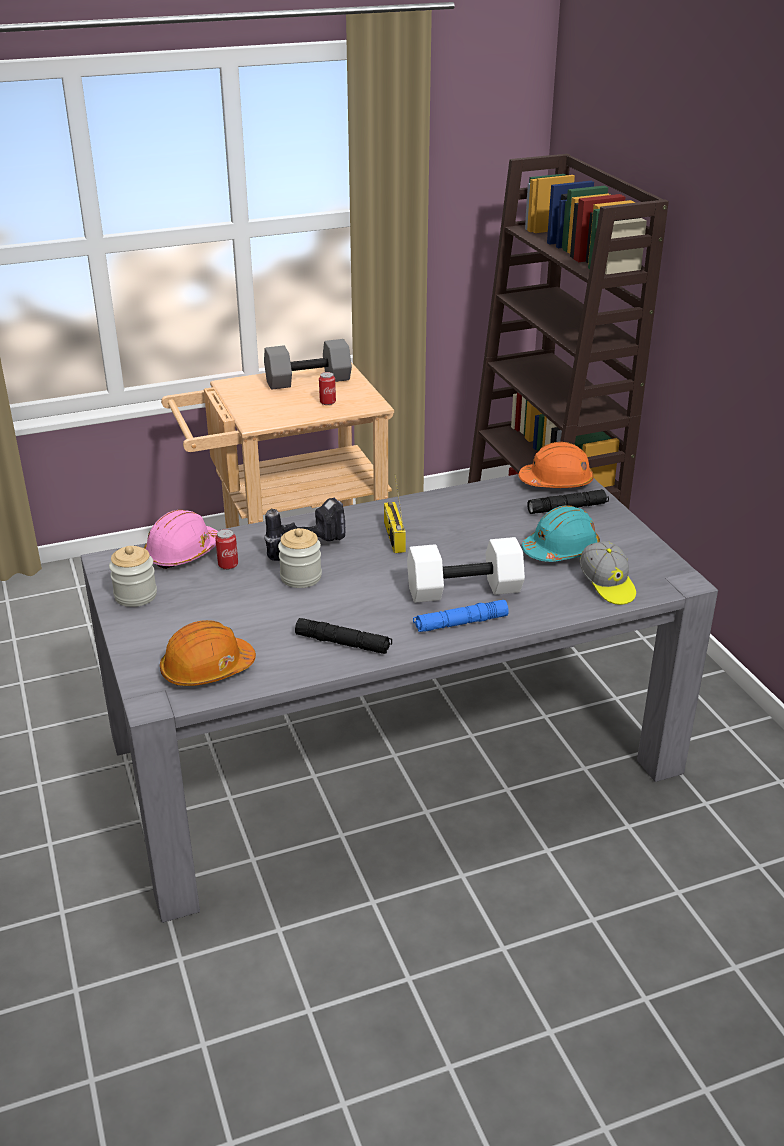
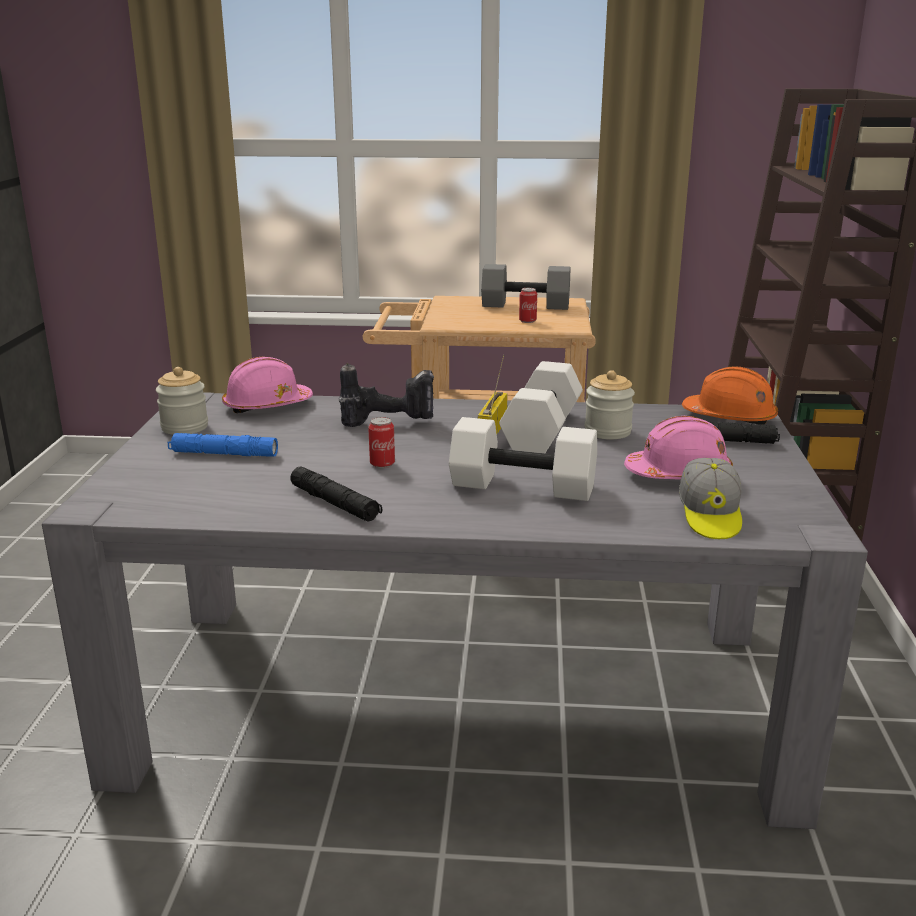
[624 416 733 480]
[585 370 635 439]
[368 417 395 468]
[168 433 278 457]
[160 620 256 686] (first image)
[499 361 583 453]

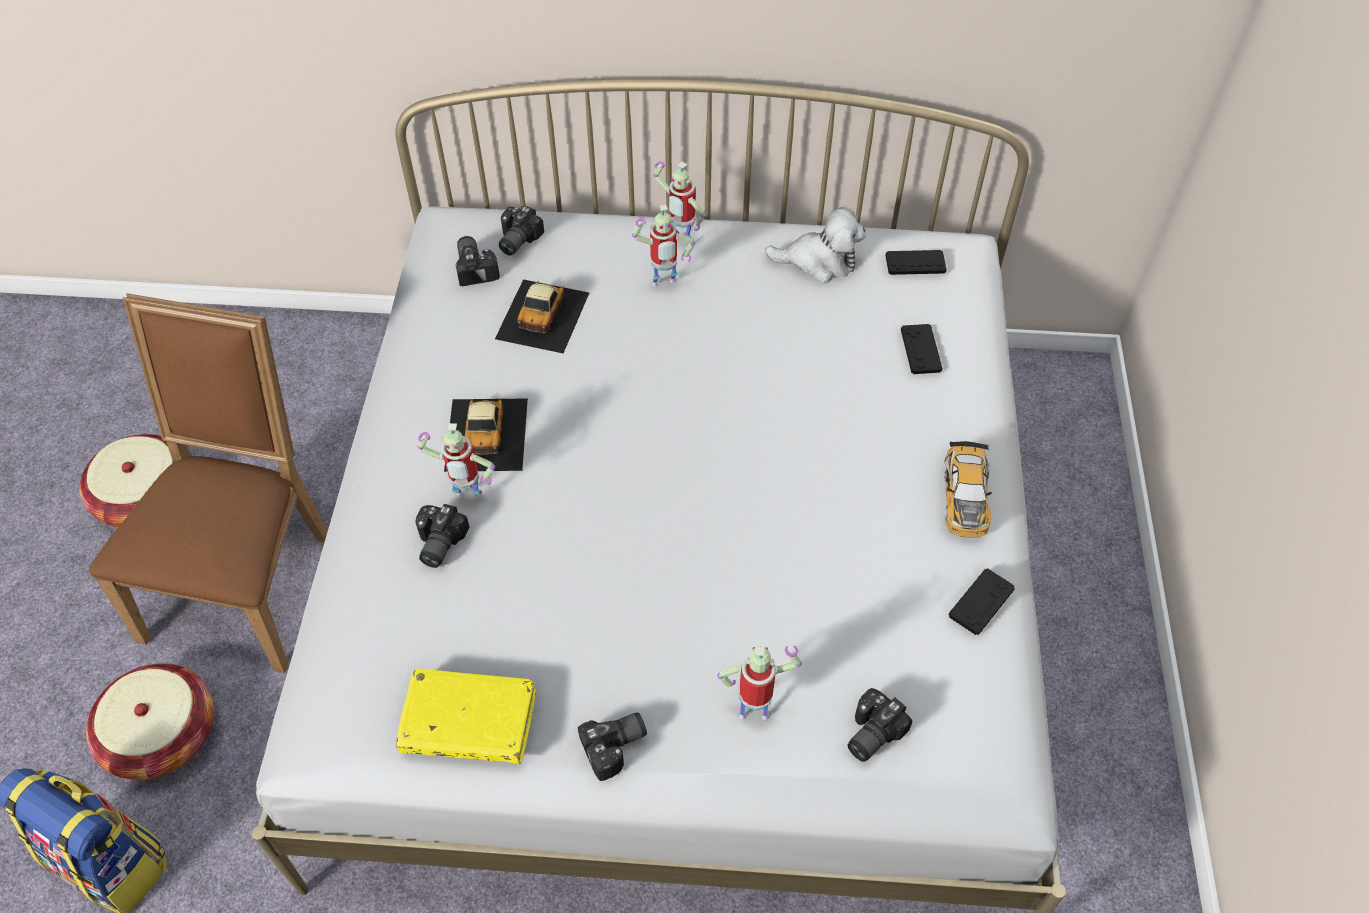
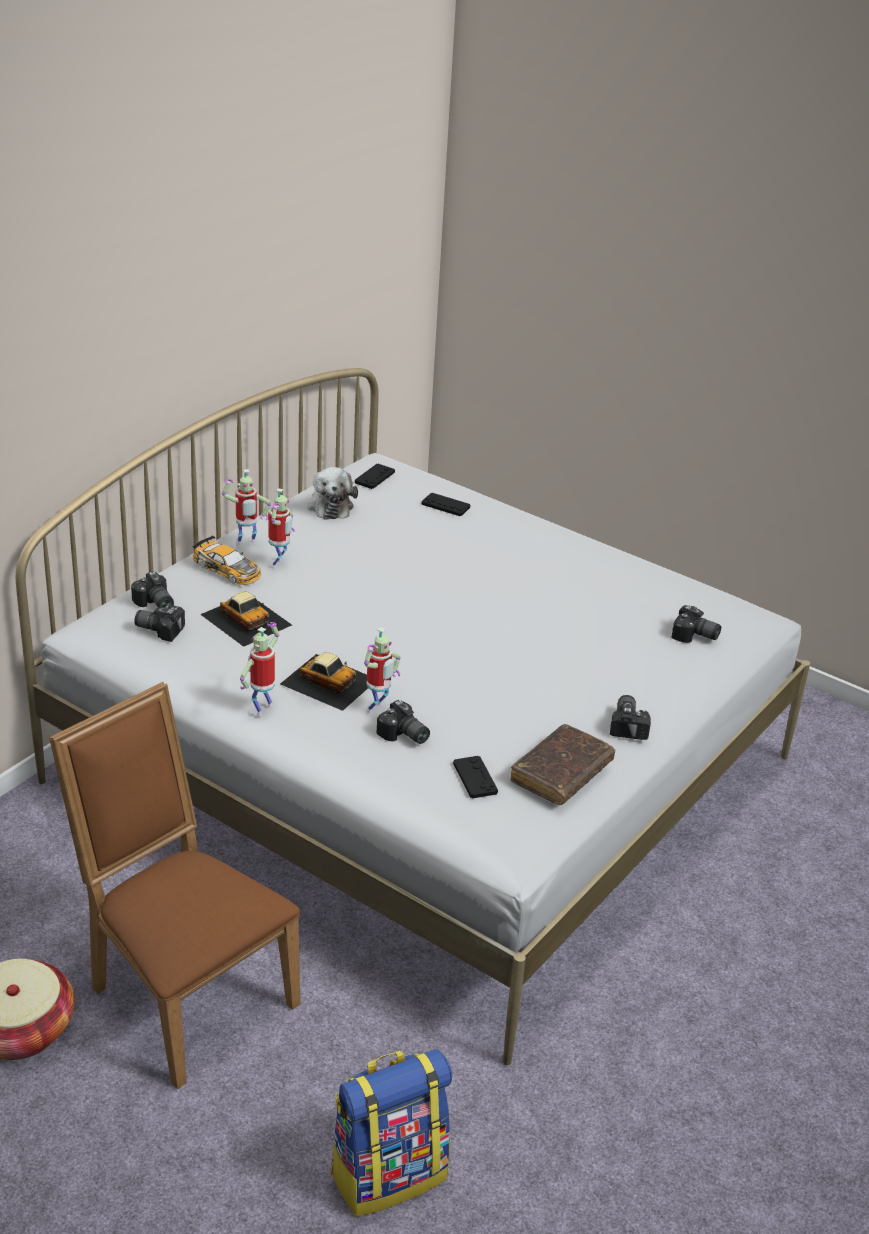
[307 467 358 520]
[193 536 261 585]
[453 756 498 799]
[240 622 279 716]
[86 663 214 780] (first image)
[510 724 615 805]
[671 605 721 643]

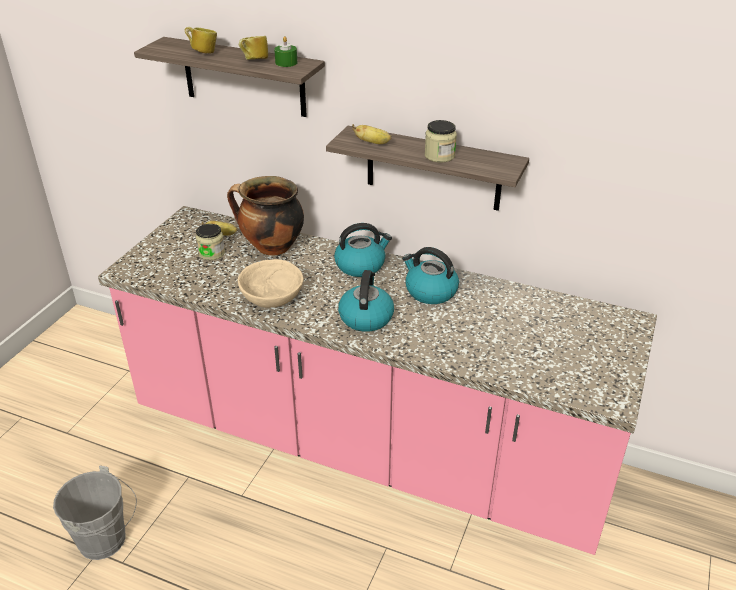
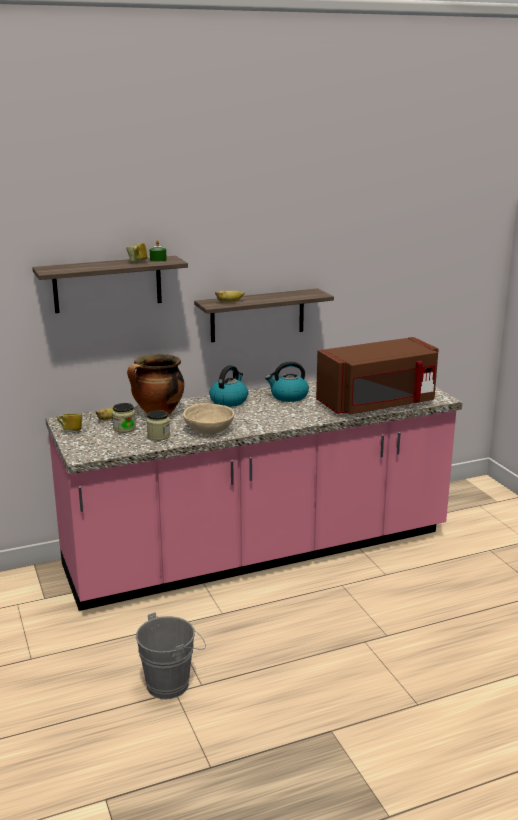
[57 413 82 431]
[146 410 170 441]
[338 270 394 332] (first image)
[316 337 439 415]

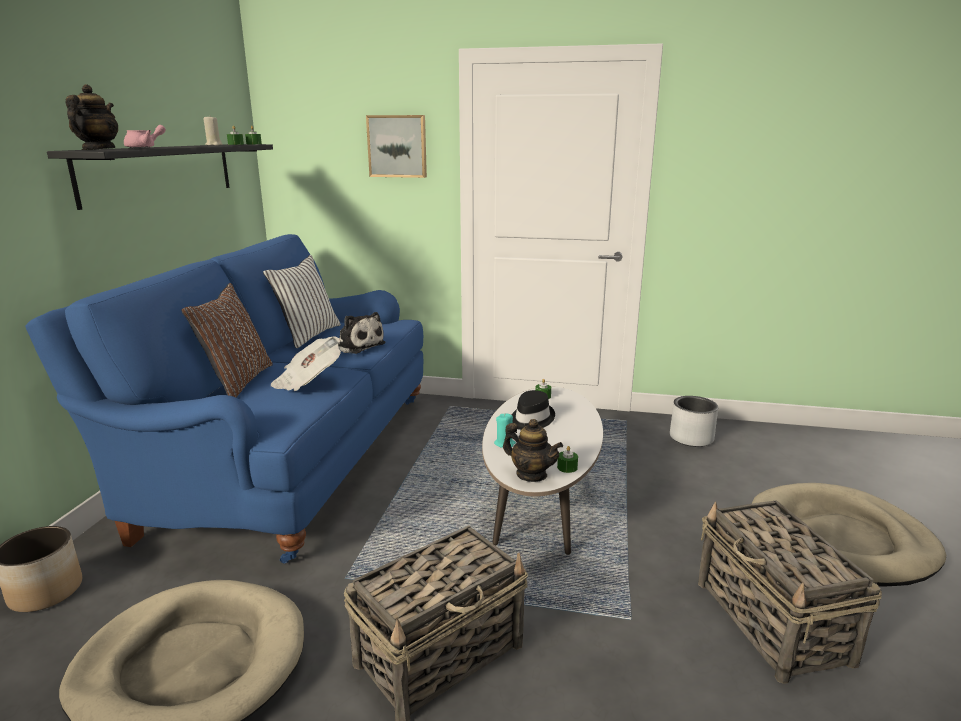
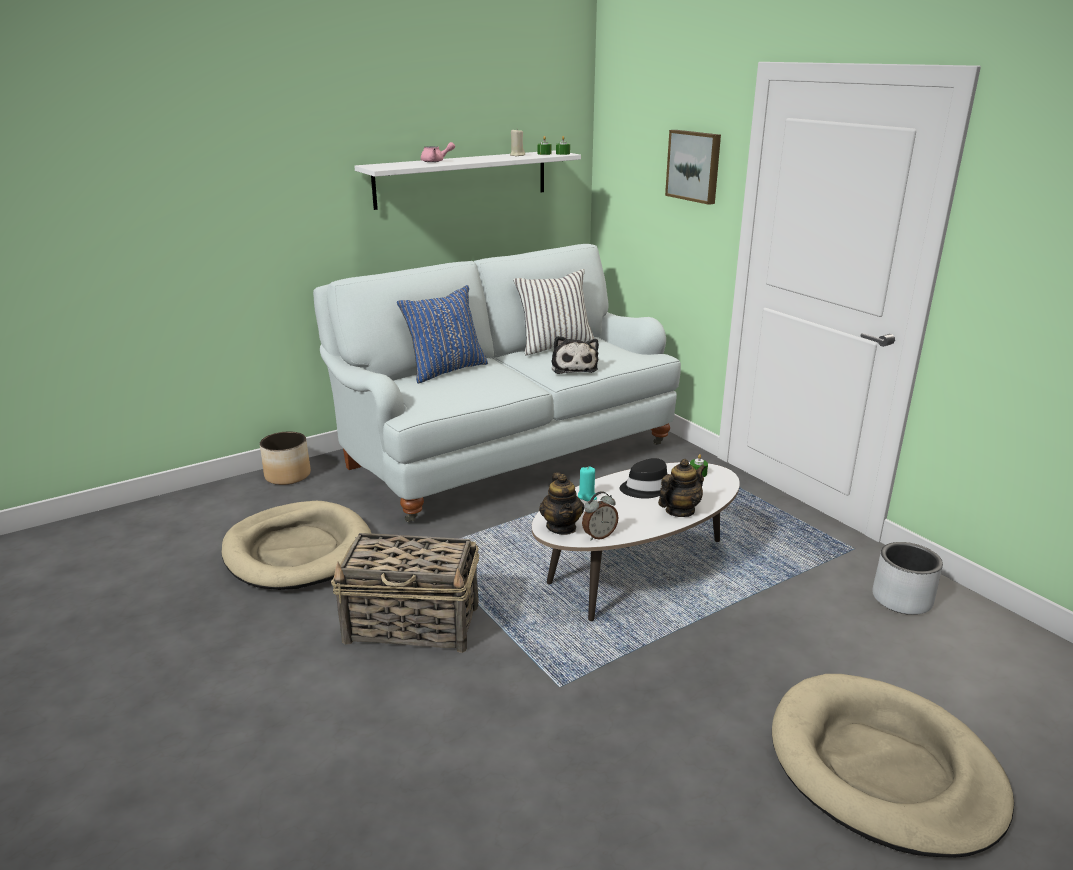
[658 459 706 517]
[354 150 581 210]
[313 244 681 522]
[397 285 488 383]
[271 337 341 391] (first image)
[582 491 619 540]
[698 500 882 684] (first image)

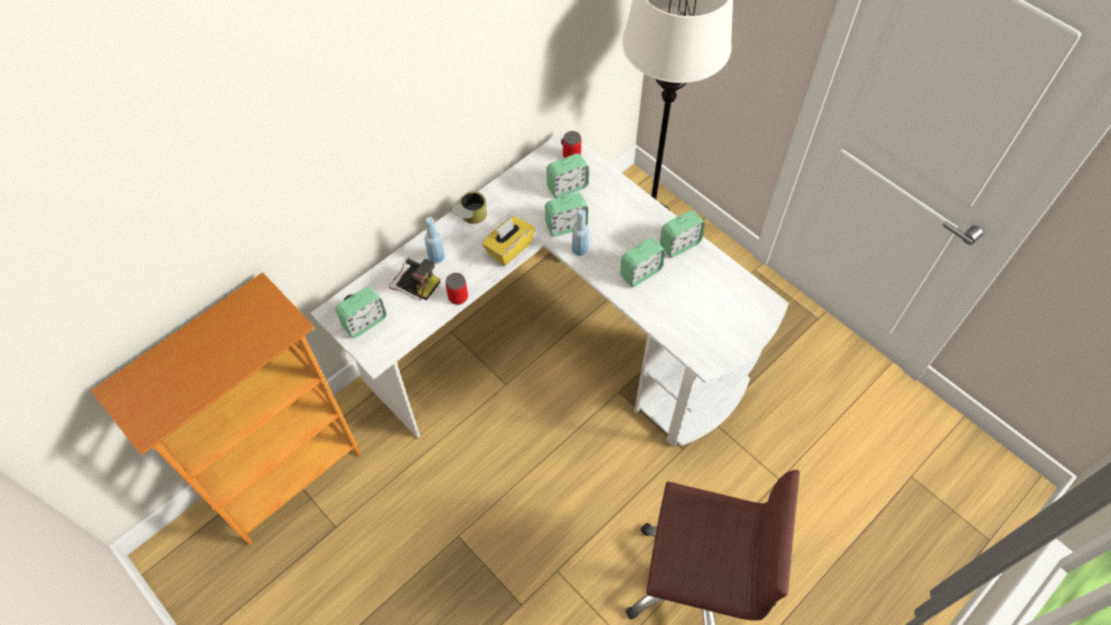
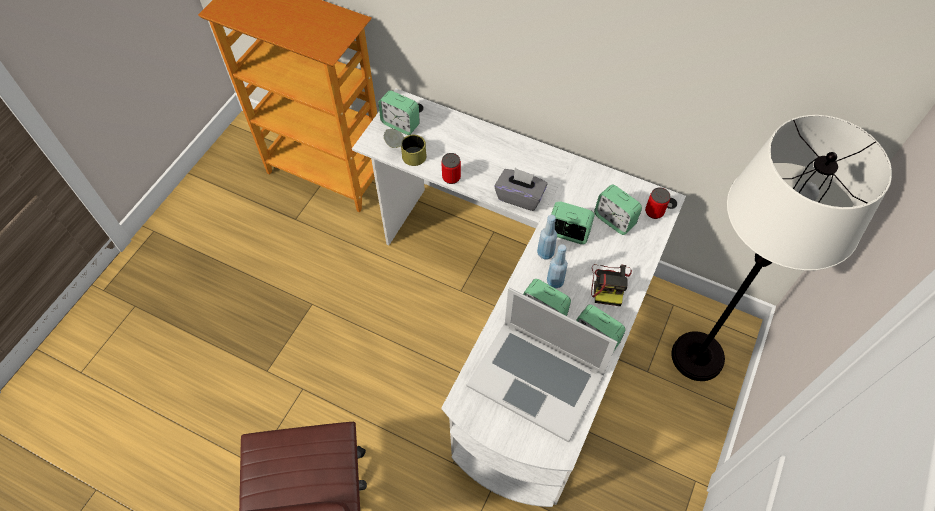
[383 129 427 166]
[551 201 595 244]
[494 168 548 211]
[547 244 568 288]
[591 264 632 306]
[467 287 617 443]

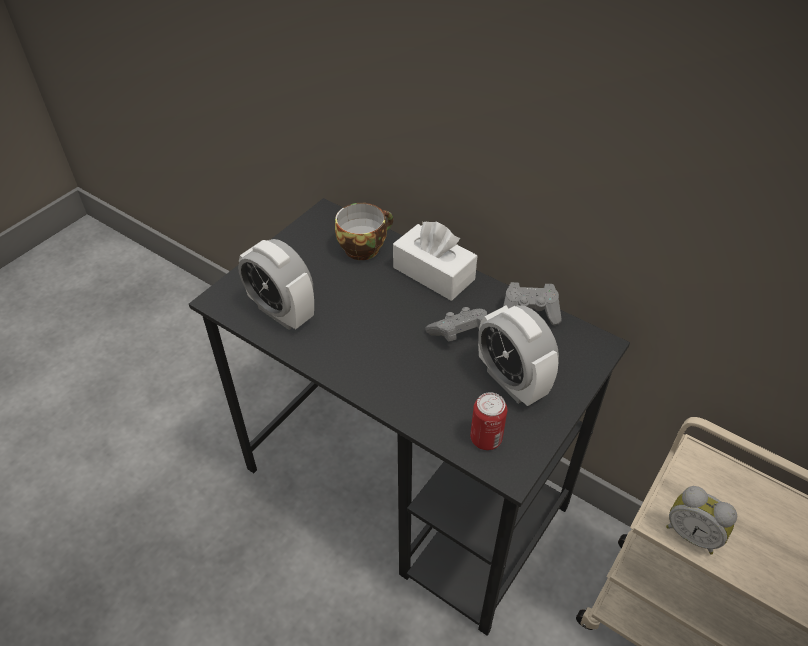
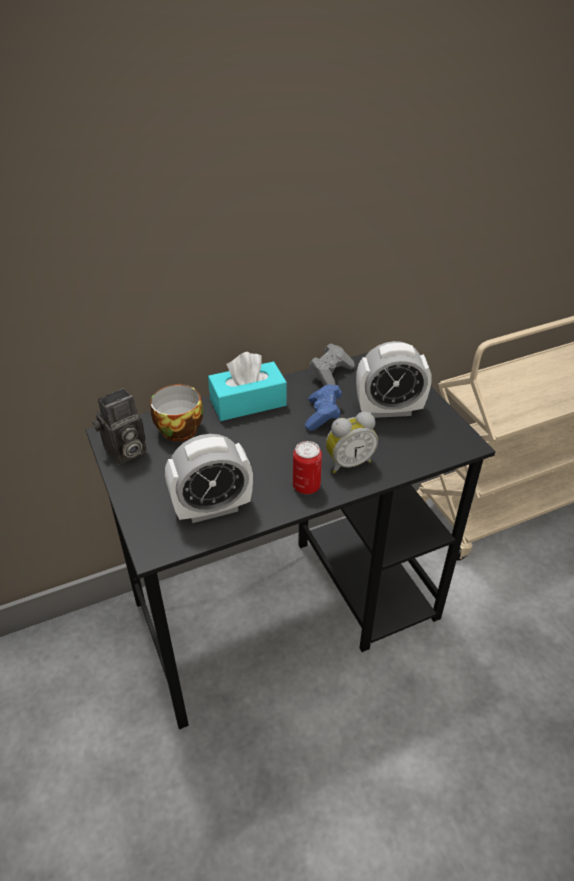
[208 352 287 421]
[305 385 342 431]
[293 441 322 494]
[326 412 378 473]
[93 388 147 465]

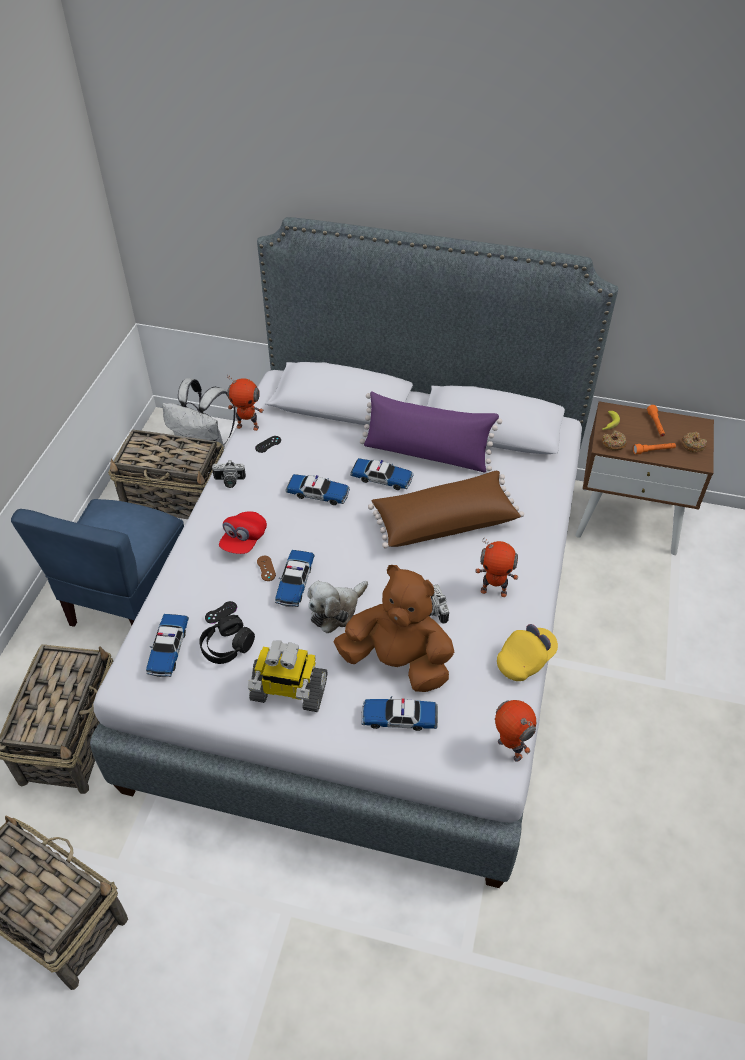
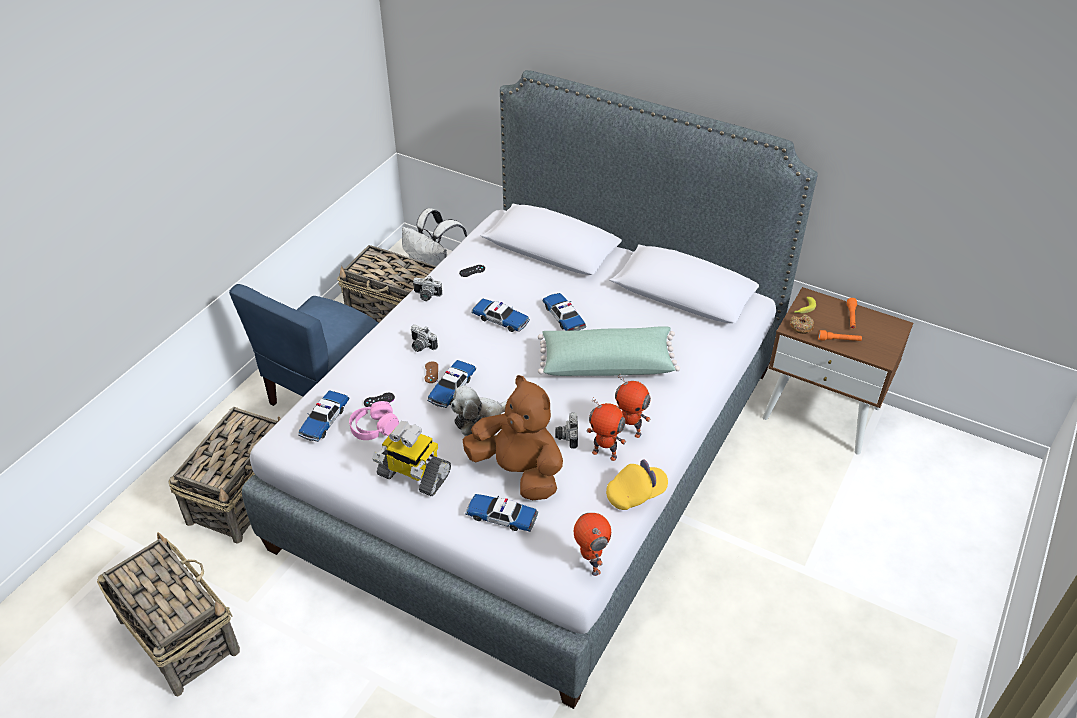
[586 397 626 461]
[360 391 502 473] (first image)
[681 432 707 453] (first image)
[542 293 586 331]
[538 326 680 376]
[410 325 438 352]
[349 401 399 440]

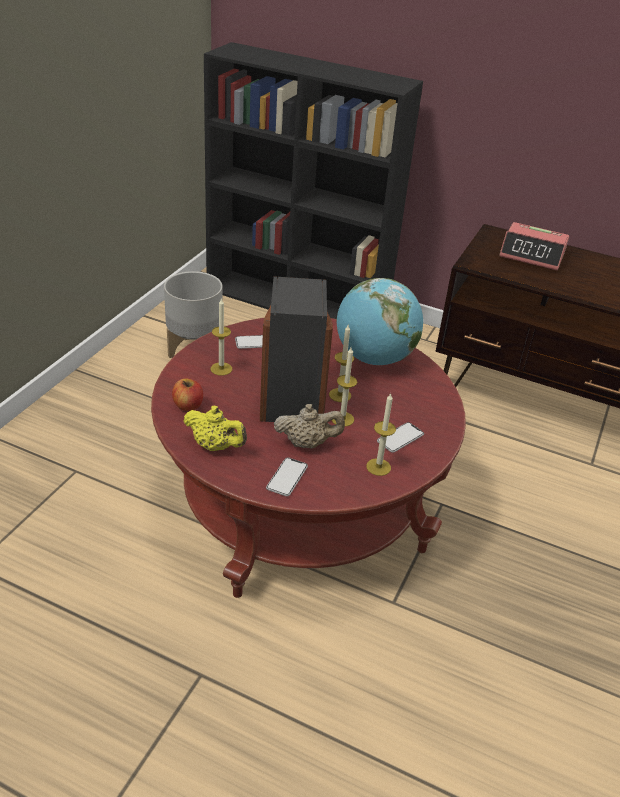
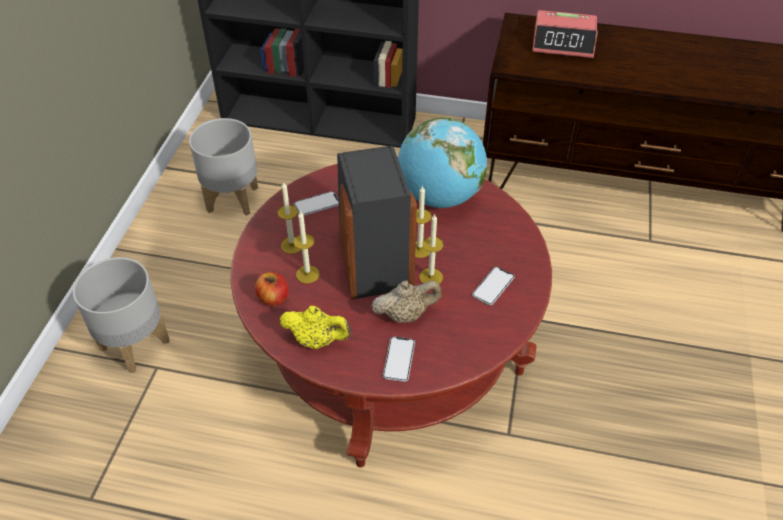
[293 211 320 284]
[73 257 169 373]

